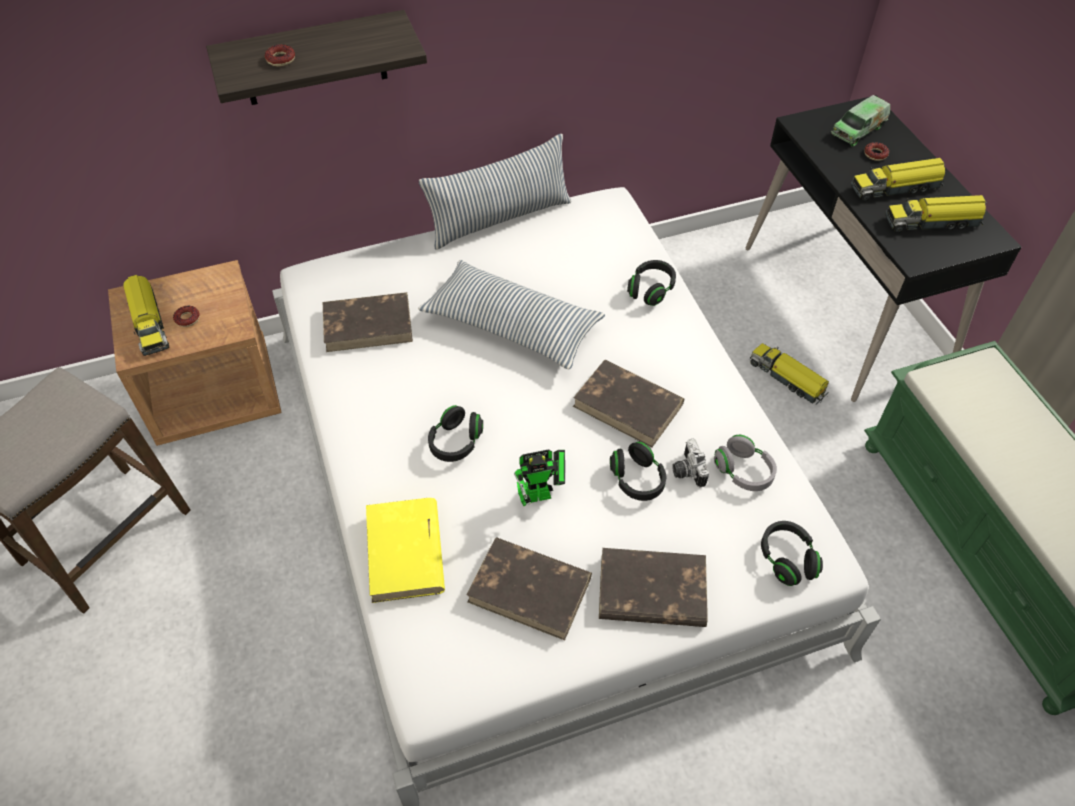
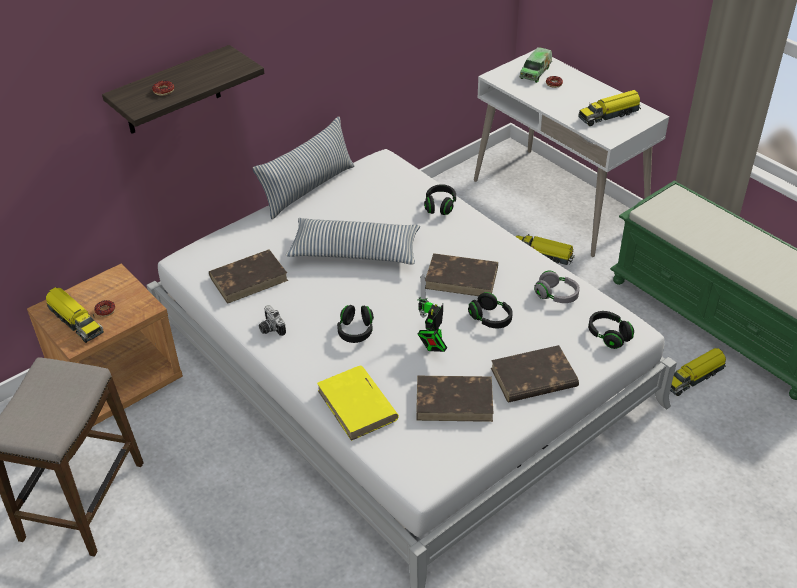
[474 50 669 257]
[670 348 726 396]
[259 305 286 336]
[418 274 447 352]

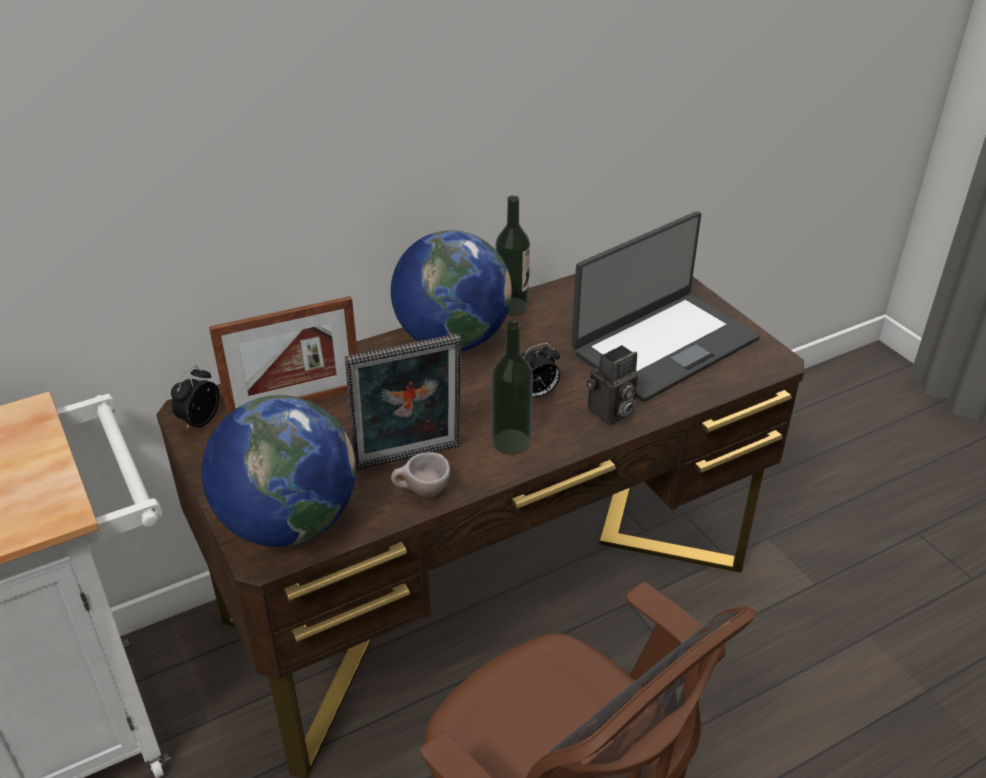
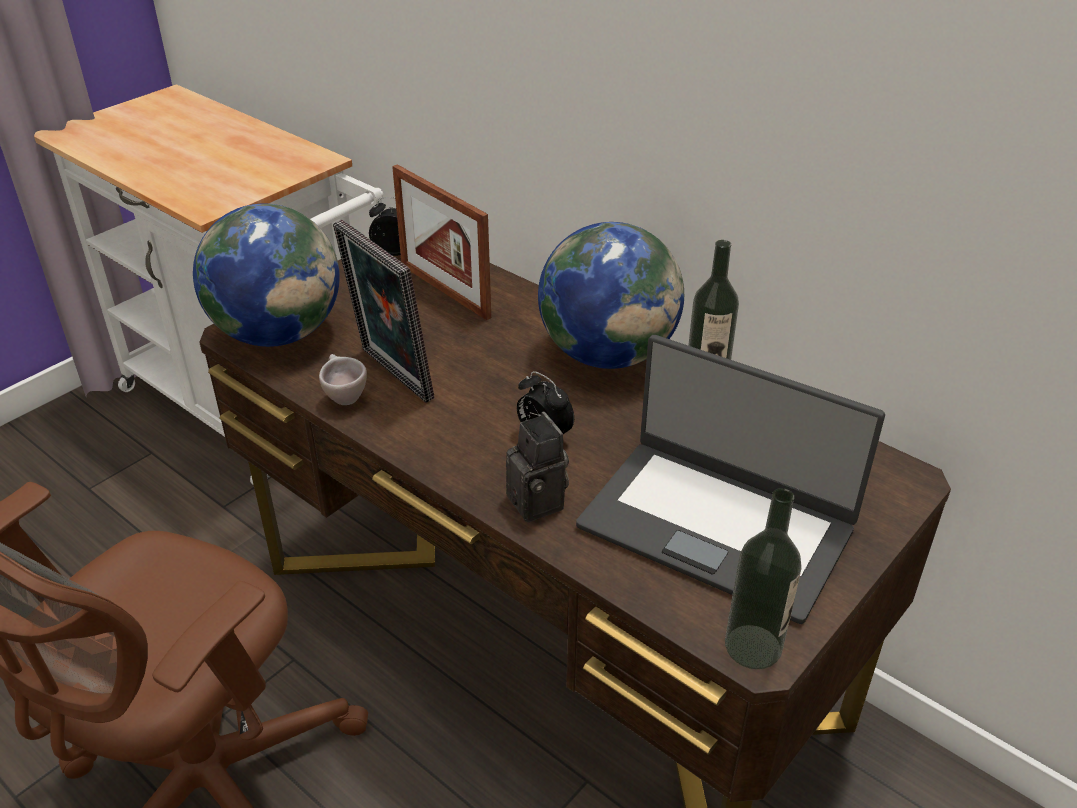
[725 488 802 669]
[506 412 569 522]

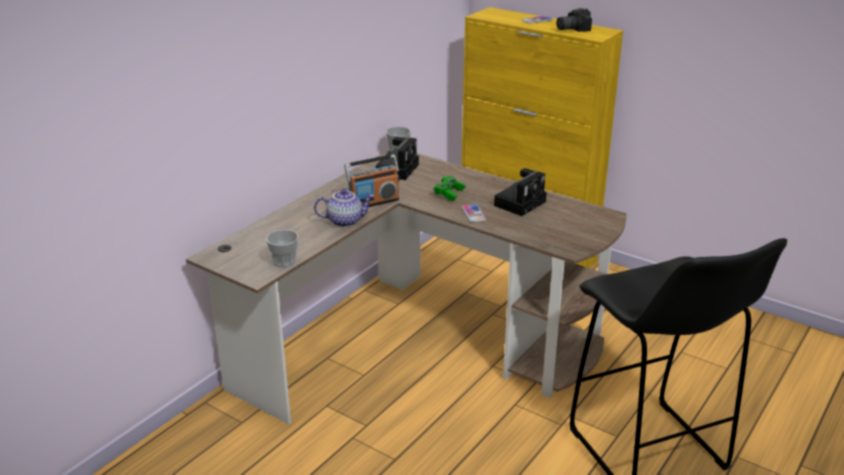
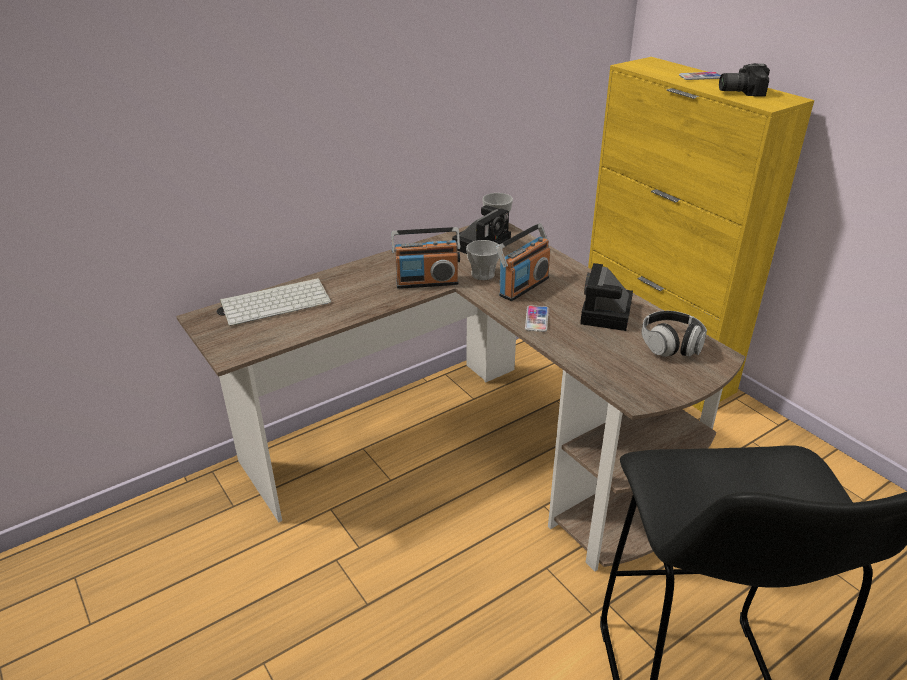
[580 263 633 331]
[496 223 550 301]
[314 189 374 227] (first image)
[466 240 499 280]
[220 278 331 326]
[642 311 707 357]

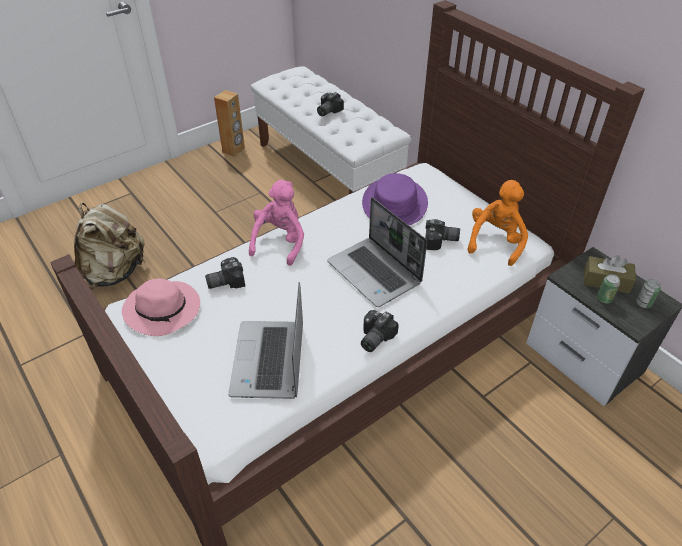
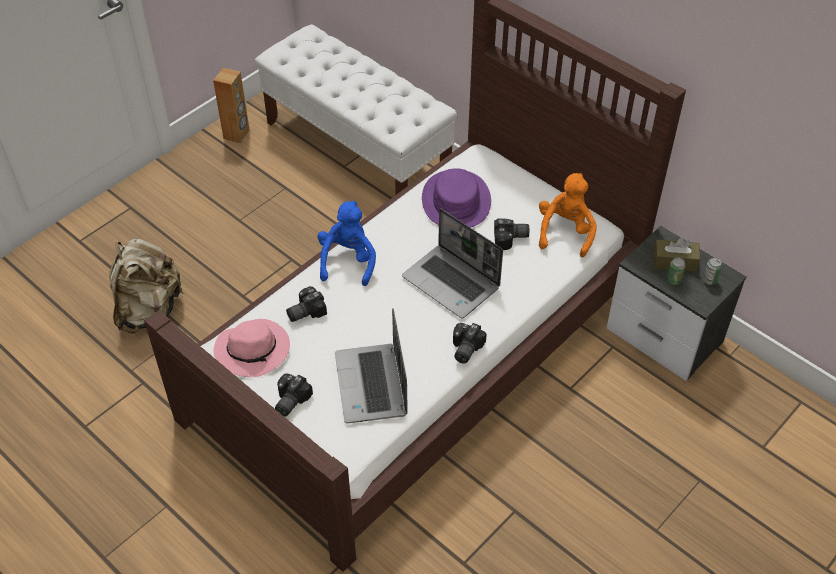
[275 373 313 417]
[317 201 376 286]

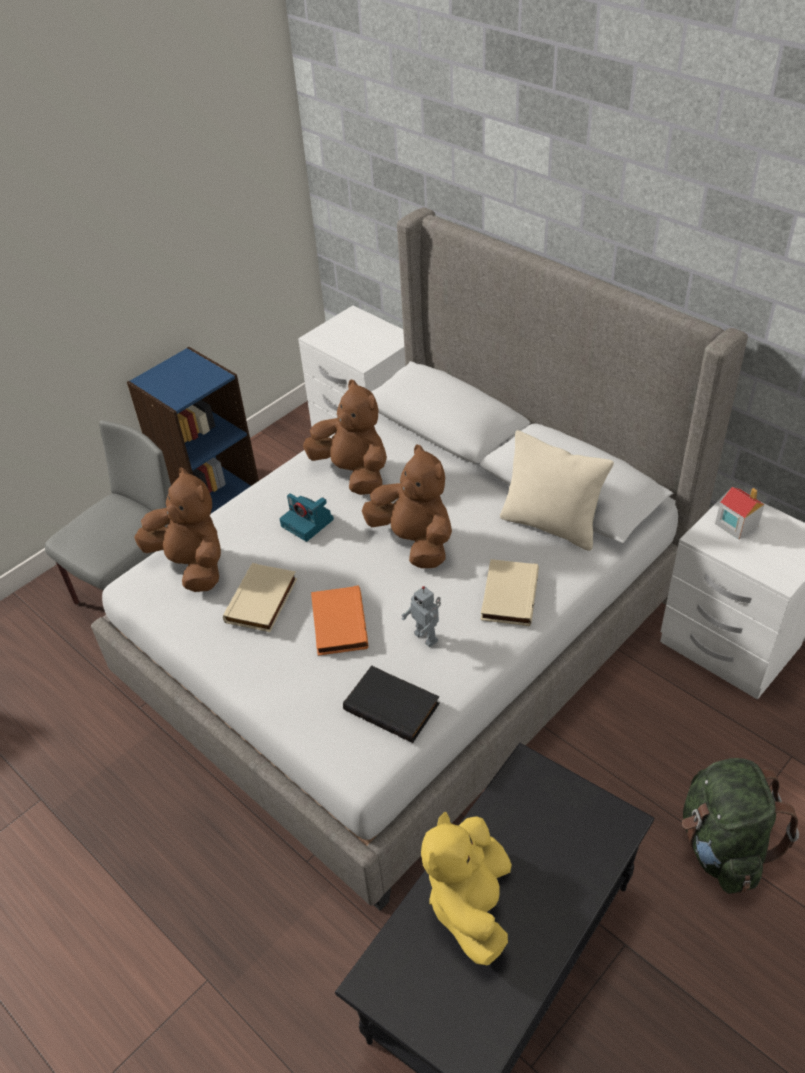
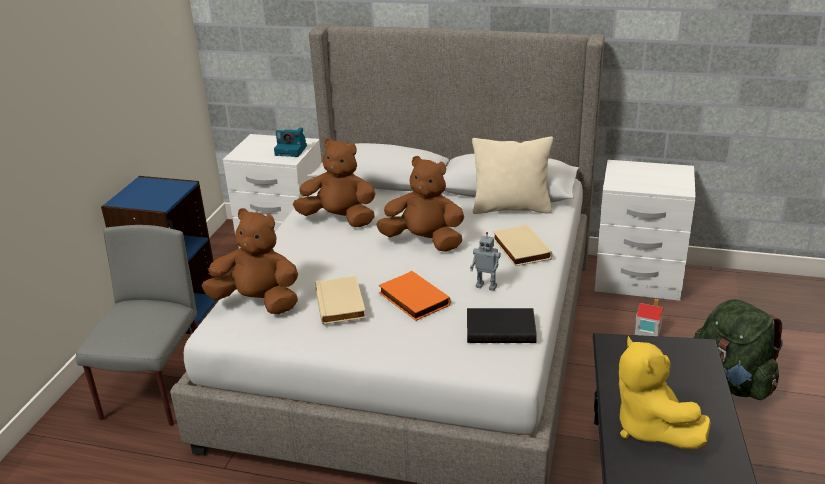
[635 299 664 336]
[274 128 307 157]

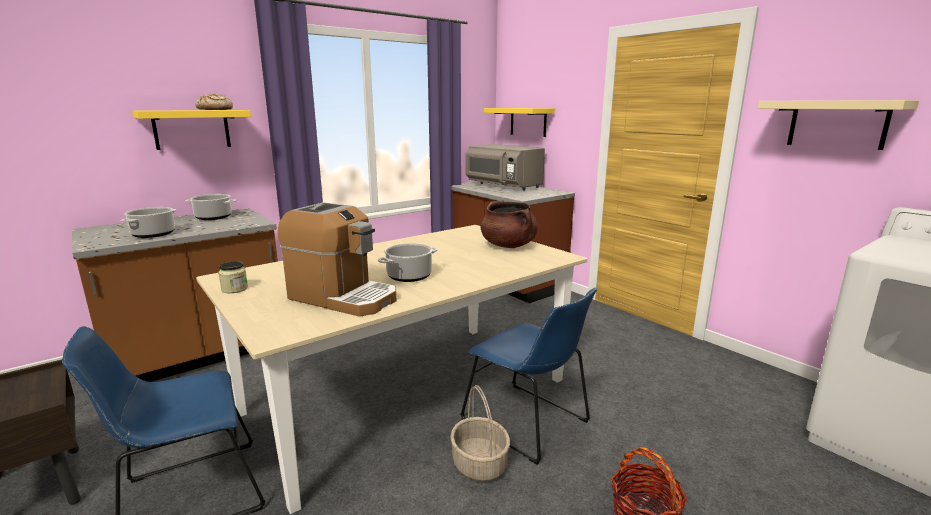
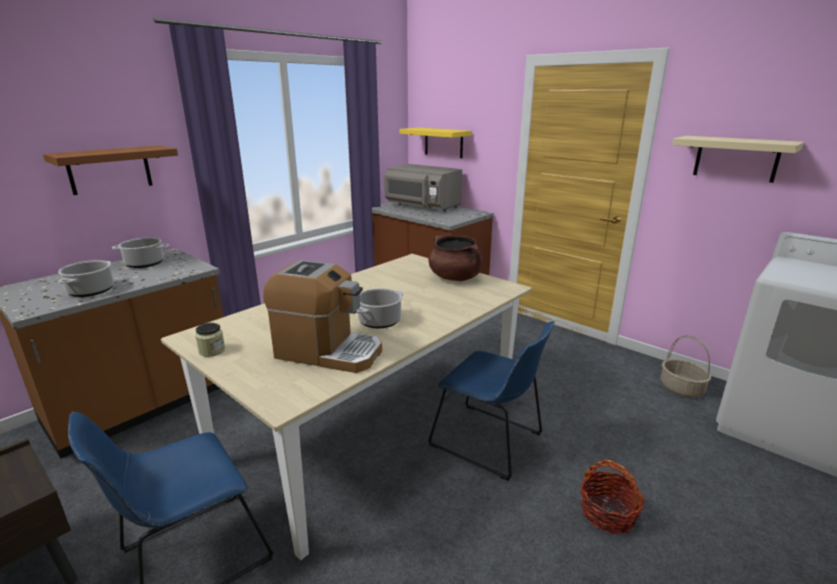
[195 94 233 110] (first image)
[43 145 178 195]
[661 335 711 398]

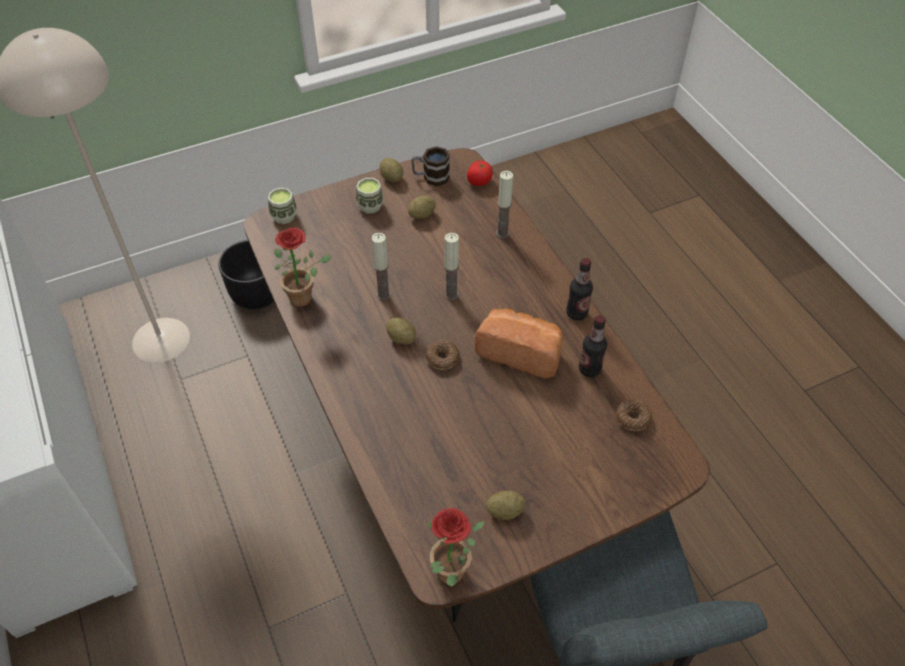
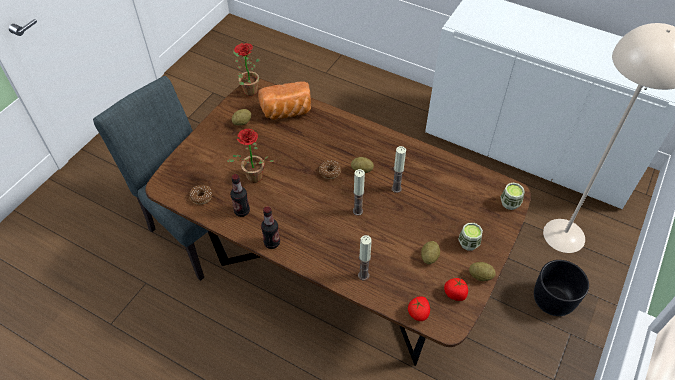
[444 278 468 301]
[226 129 275 183]
[258 81 311 120]

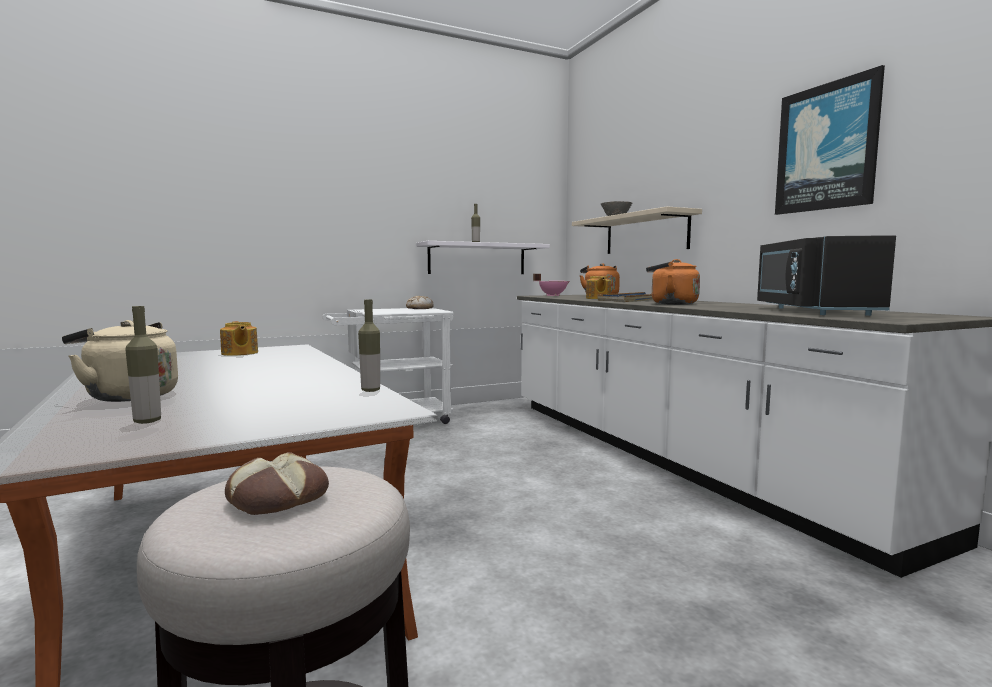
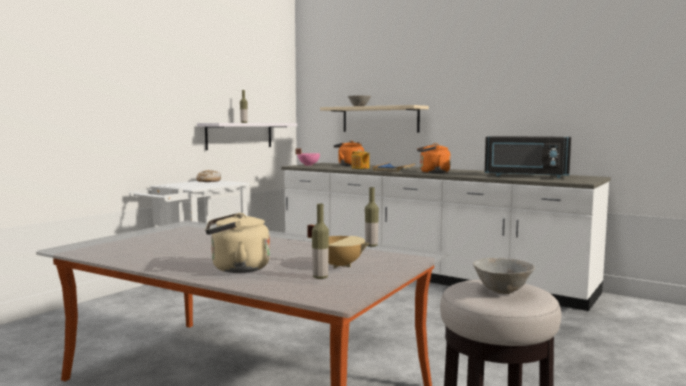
[775 65 885 215] (first image)
[485 136 571 178]
[220 321 258 356] (first image)
[473 258 535 294]
[307 225 369 268]

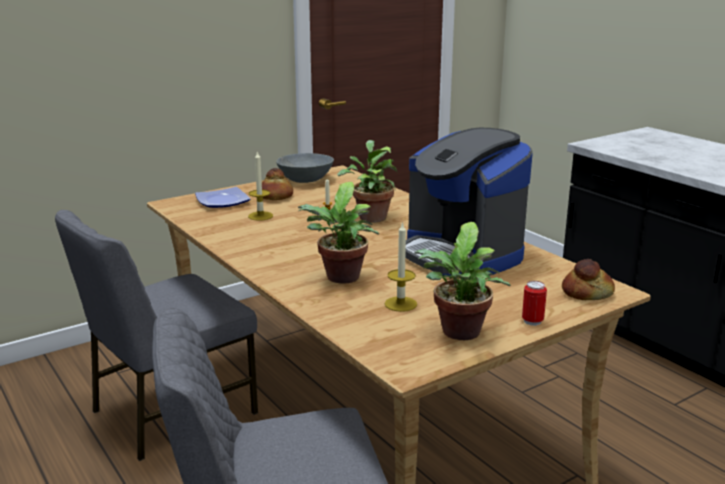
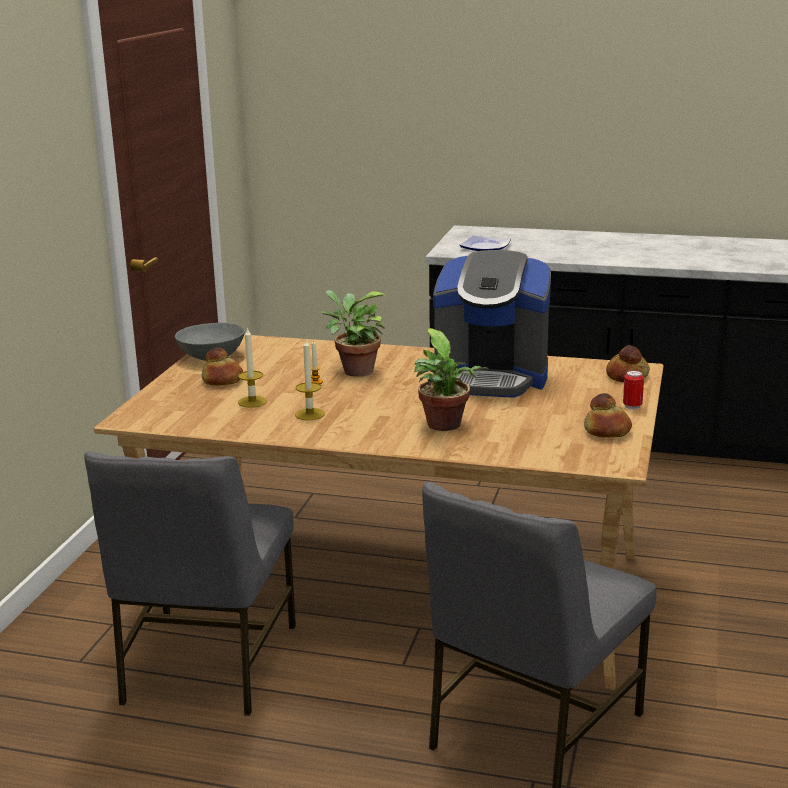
[459 235 511 251]
[295 339 325 420]
[584 393 632 438]

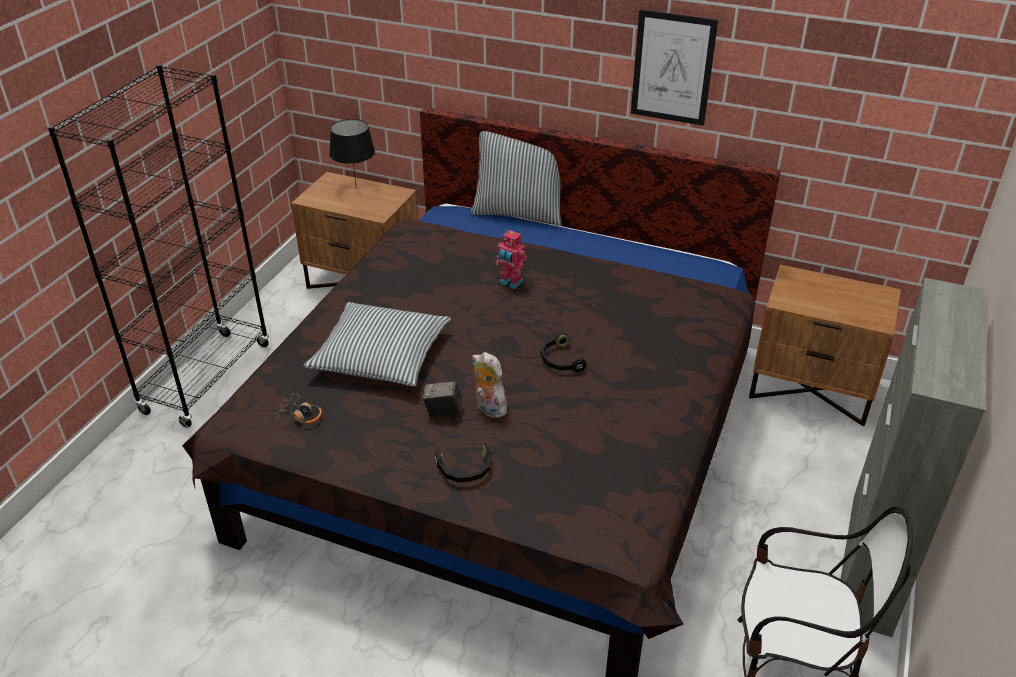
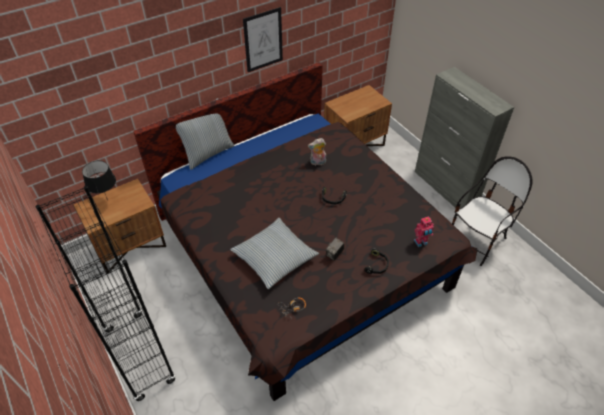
[414 216 434 247]
[308 138 326 166]

